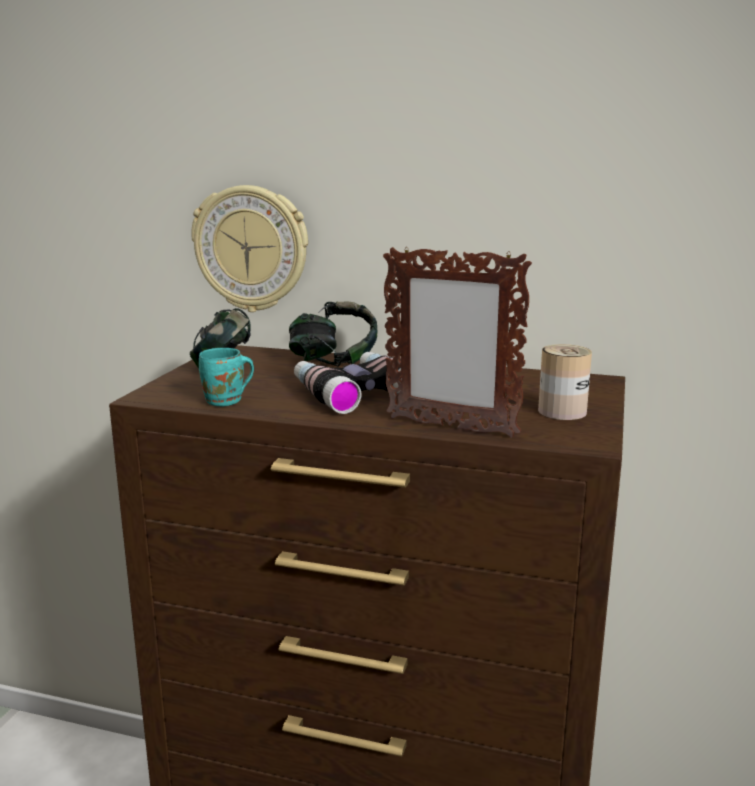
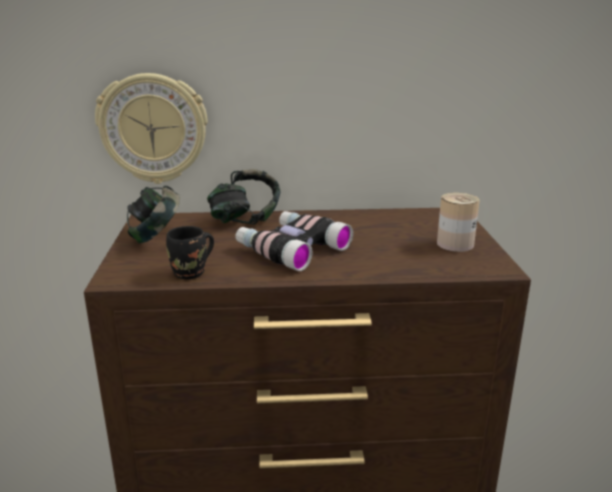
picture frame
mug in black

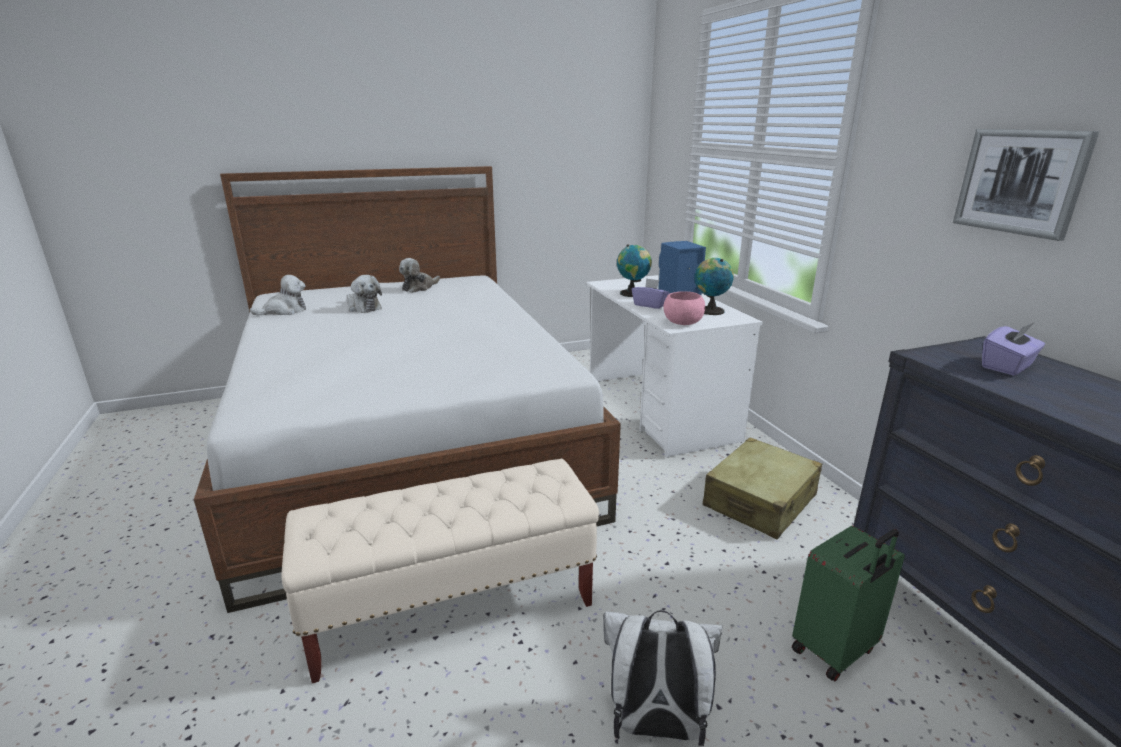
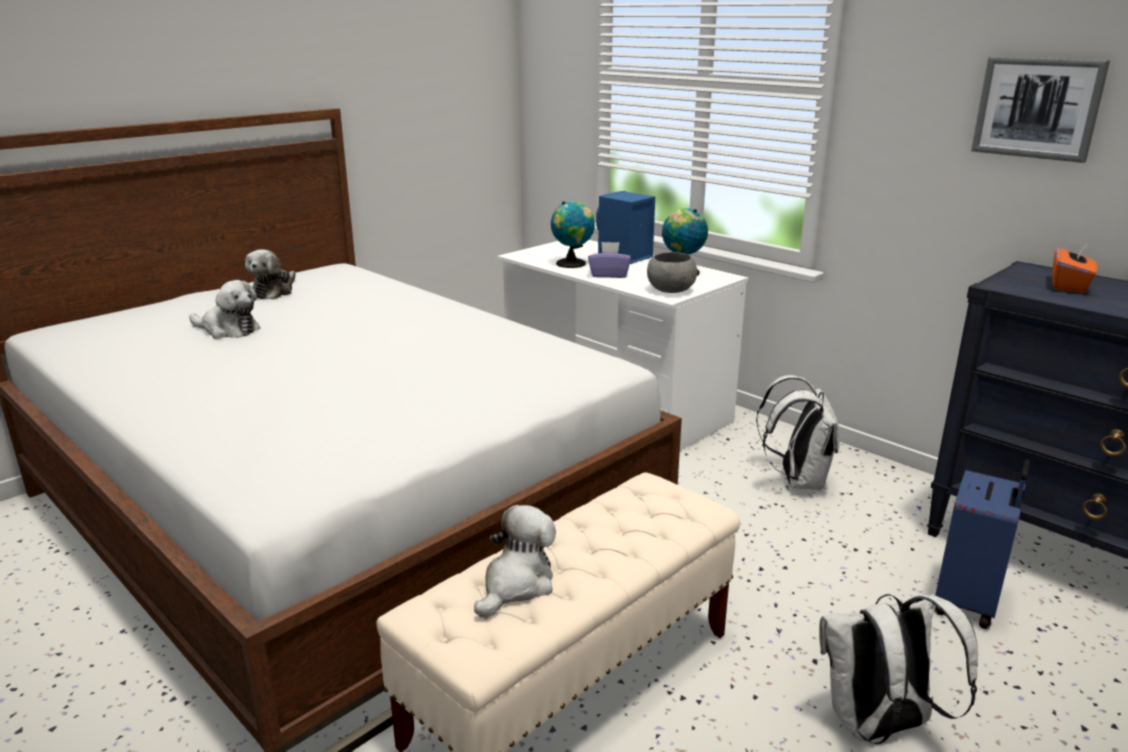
plush toy (3rd from left)
bowl in grey
tissue box in orange
backpack in white (1st from left)
suitcase in blue

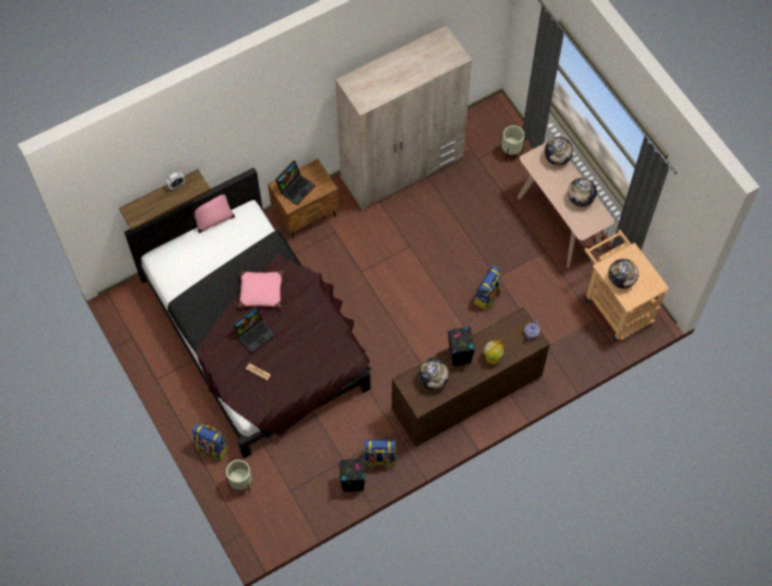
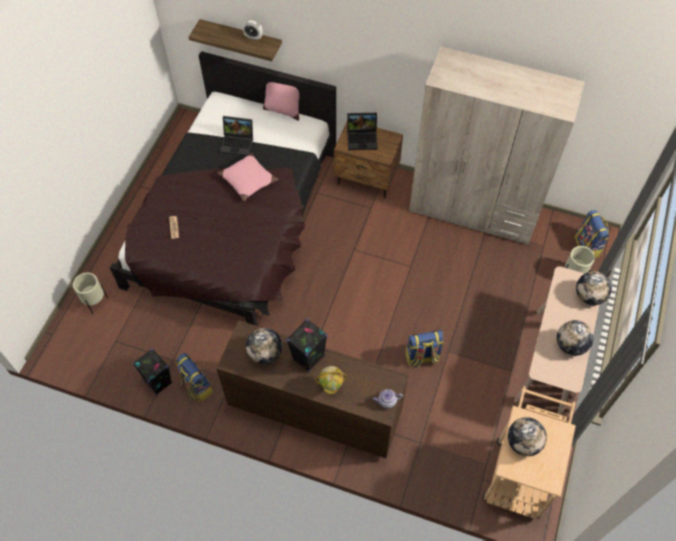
laptop (1st from left)
backpack (3rd from left)

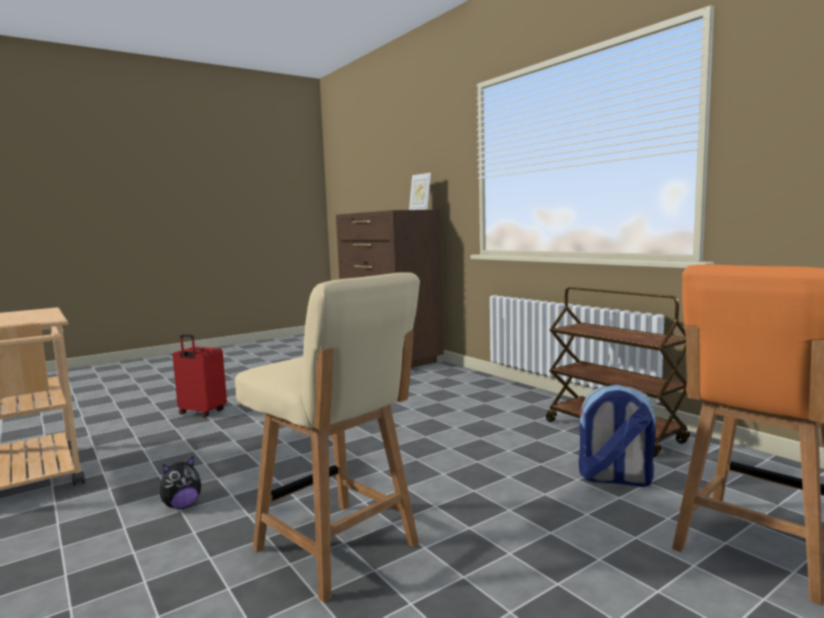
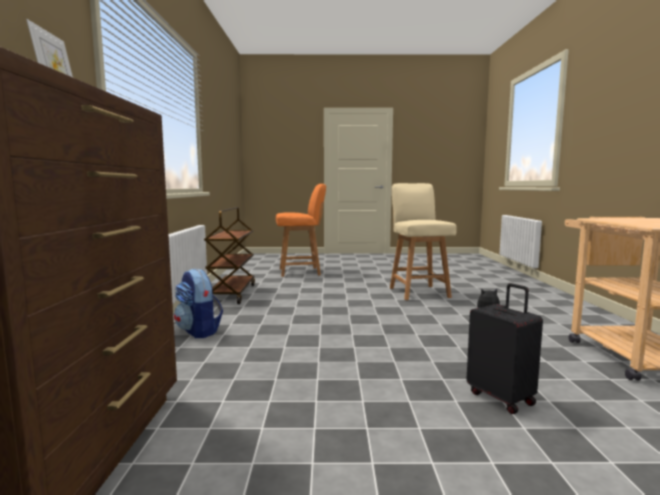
suitcase in black
backpack

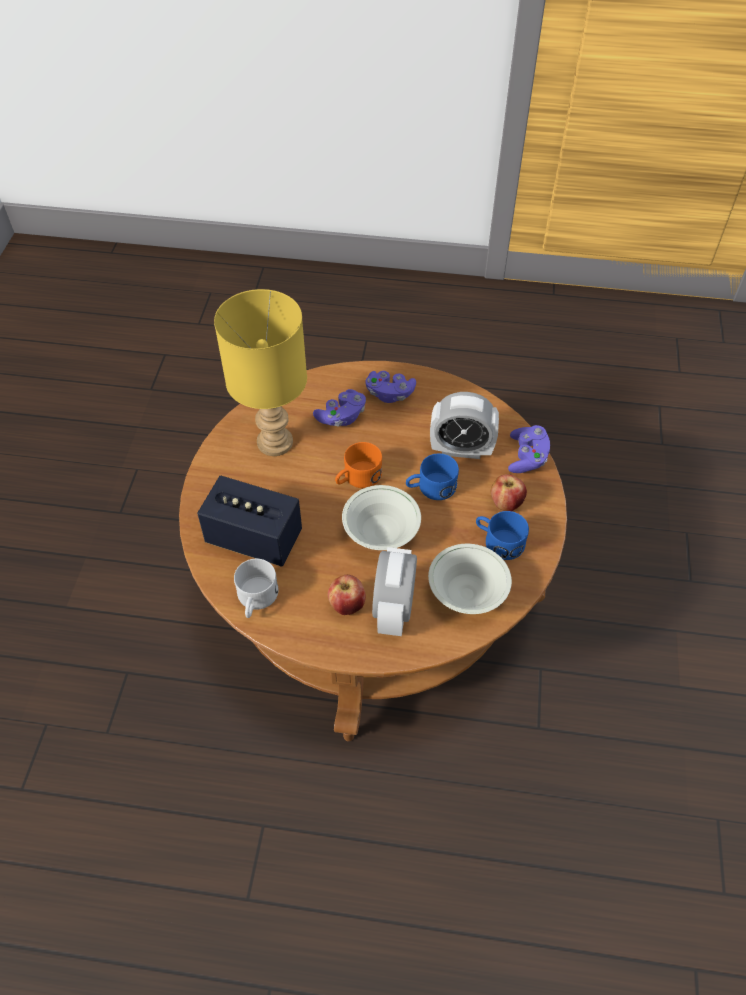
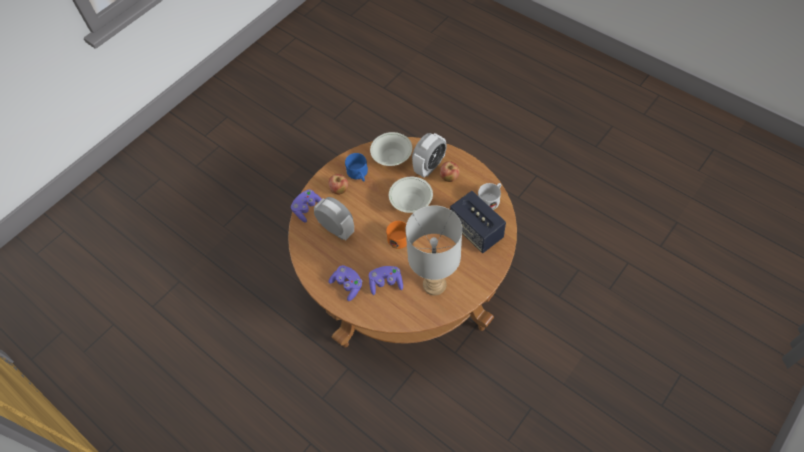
table lamp in grey
mug in blue (1st from left in the first image)

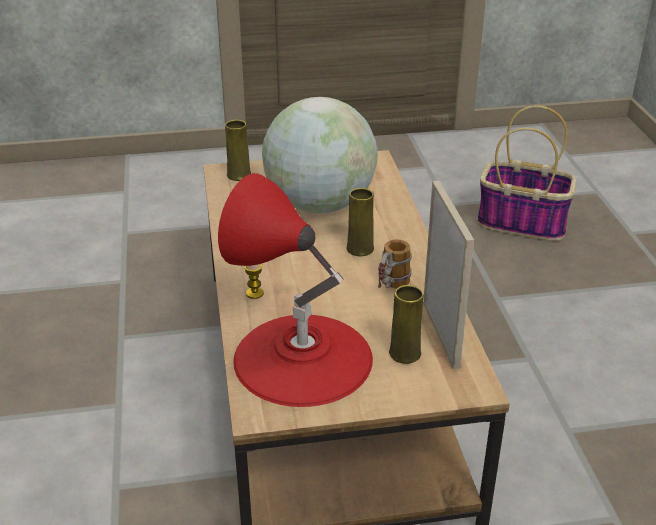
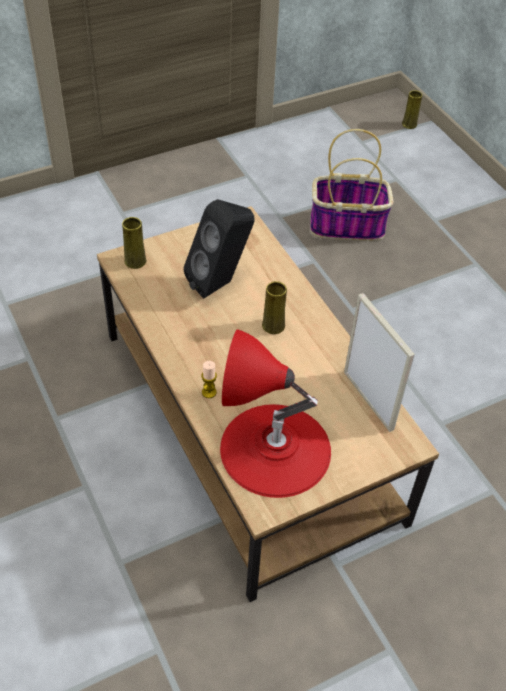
speaker in black
mug
vase in yellow (3rd from left)

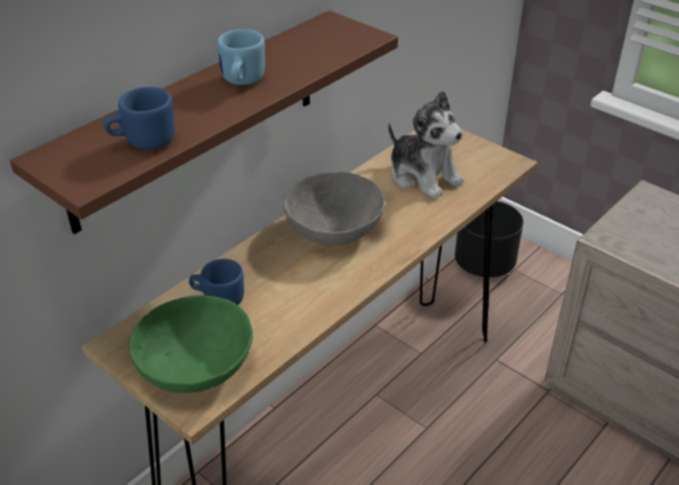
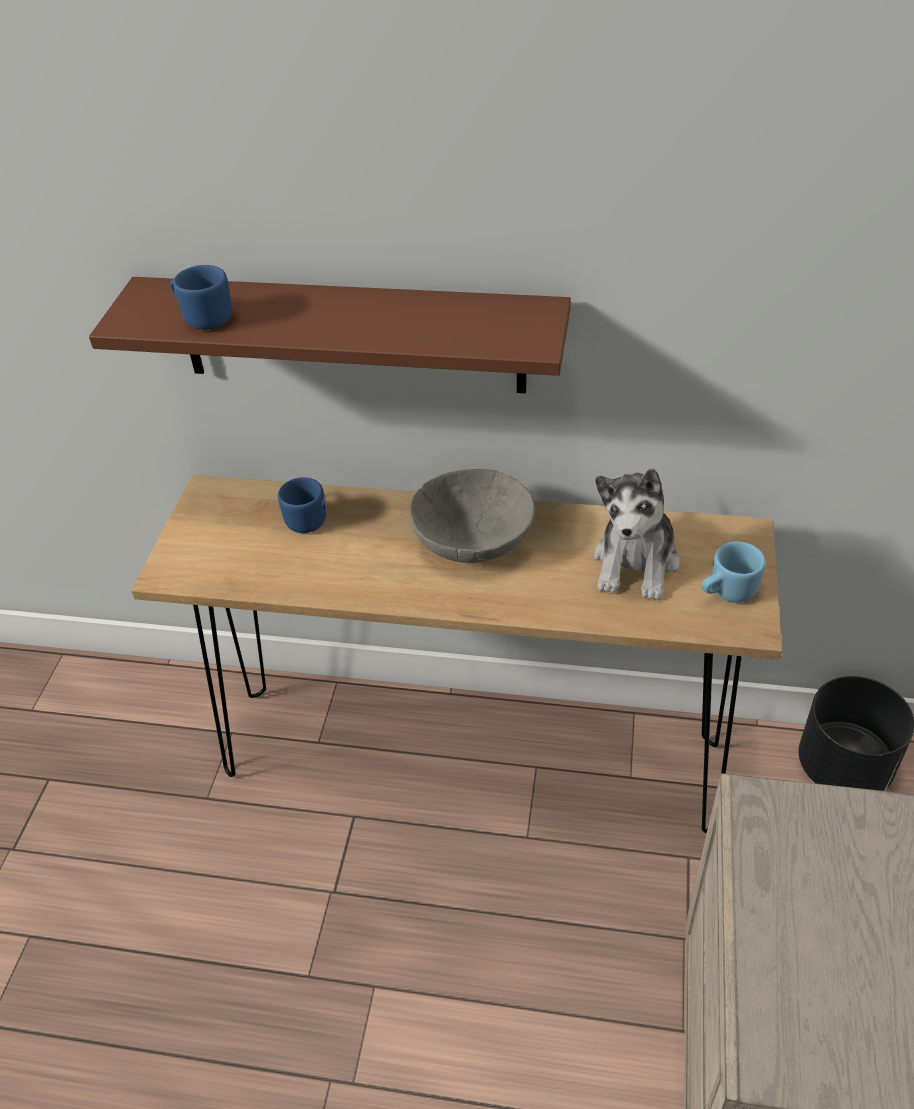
mug in blue (3rd from left)
bowl in green

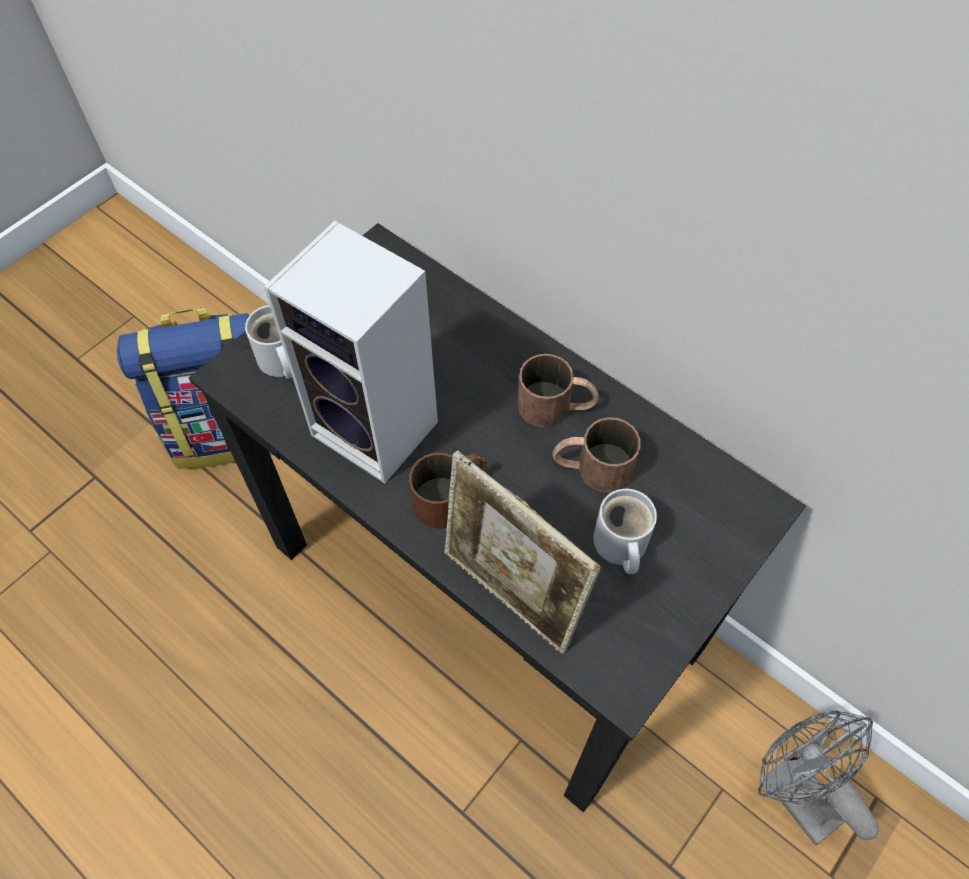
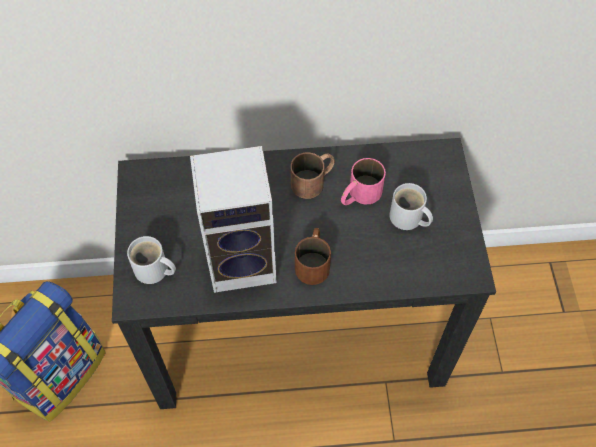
mug in pink
picture frame
fan in grey

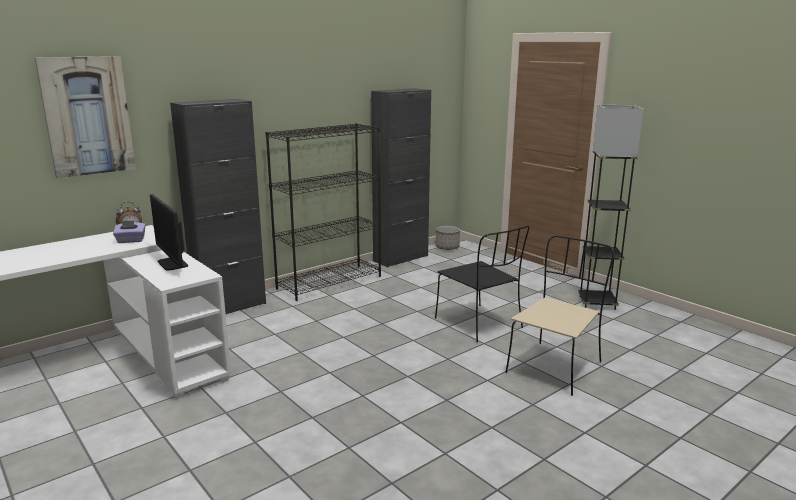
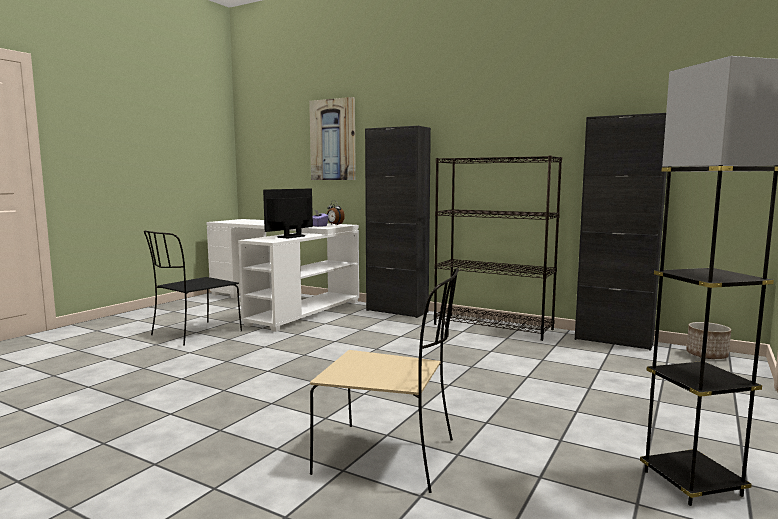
chair in black

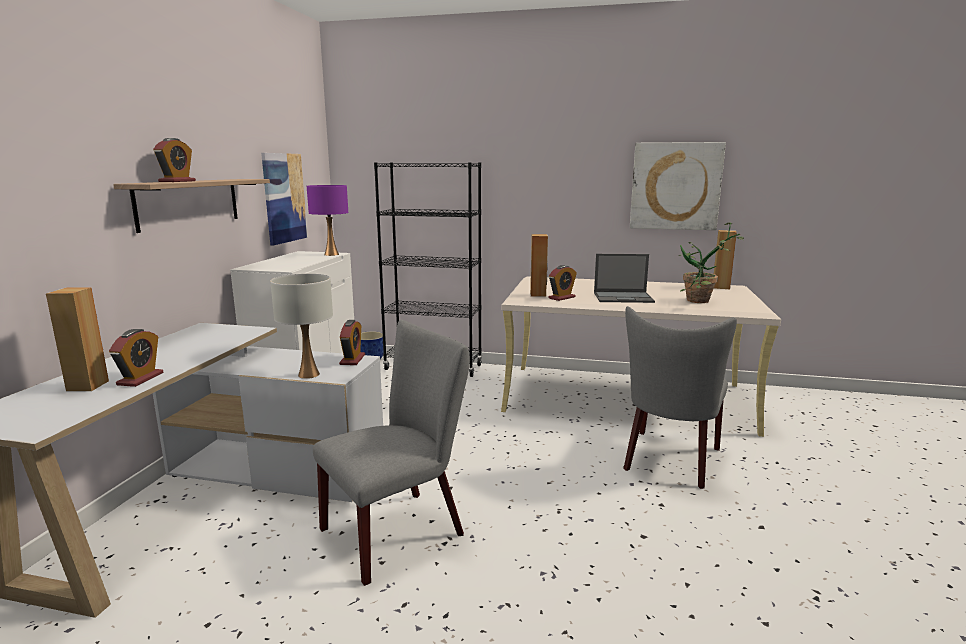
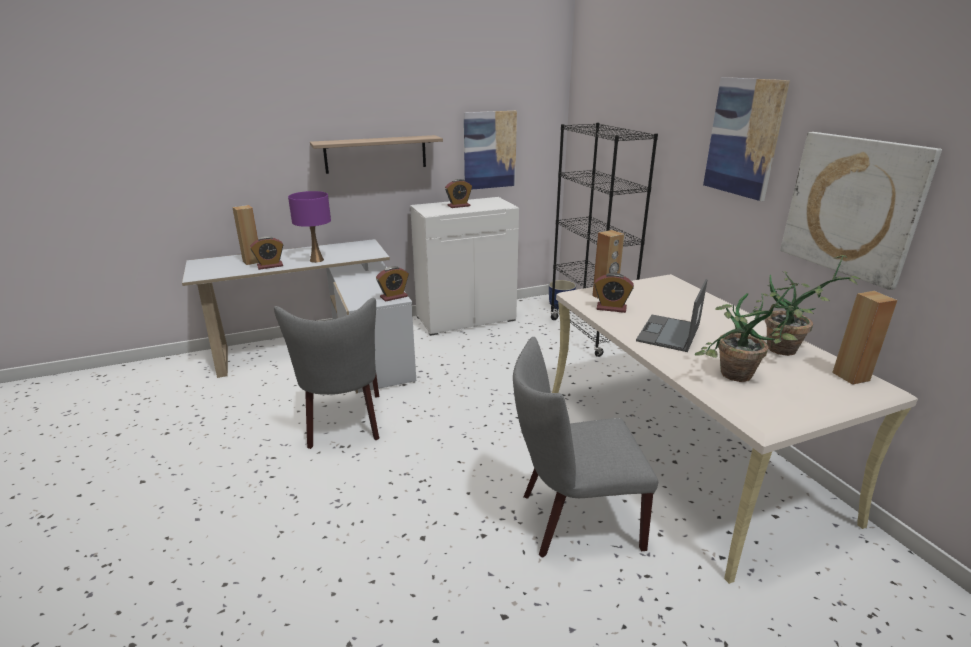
alarm clock (3rd from left)
table lamp in purple
laptop
table lamp in white
chair in grey (1st from left)
picture (2nd from left)
potted plant (2nd from left)

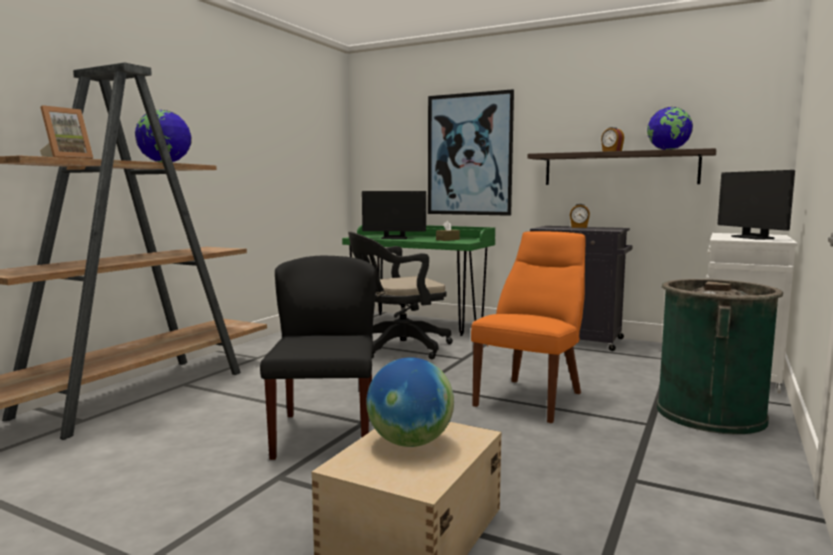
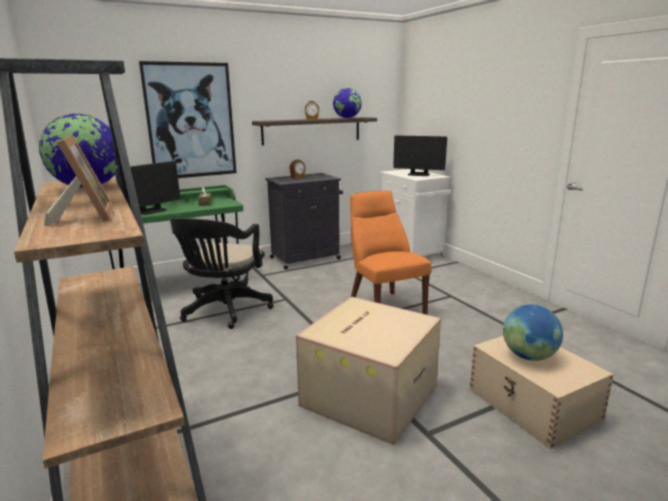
cardboard box
trash can in green

